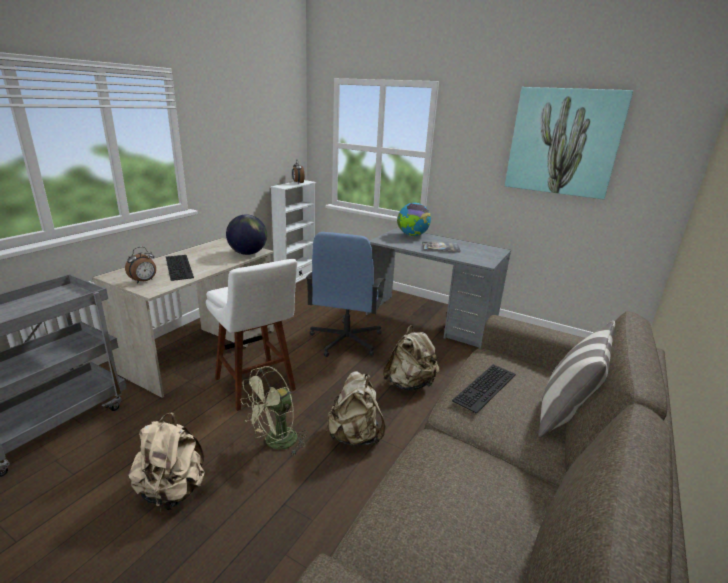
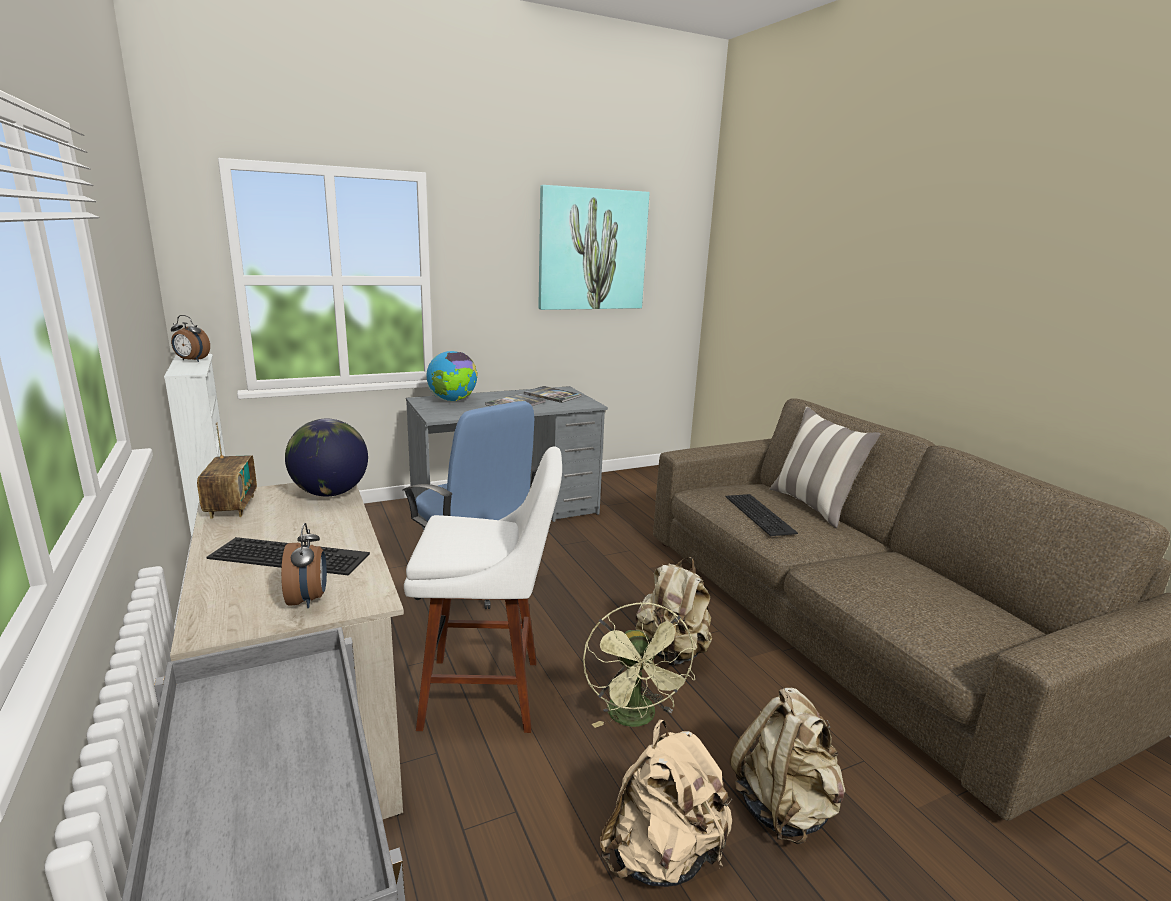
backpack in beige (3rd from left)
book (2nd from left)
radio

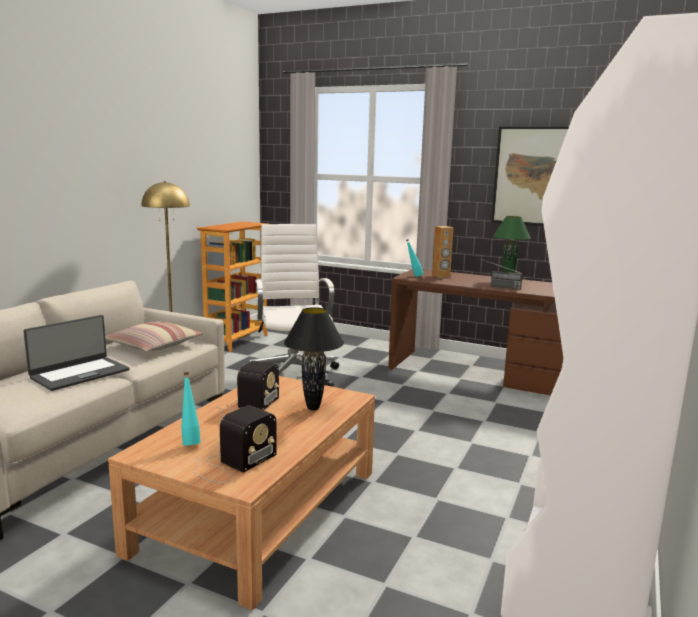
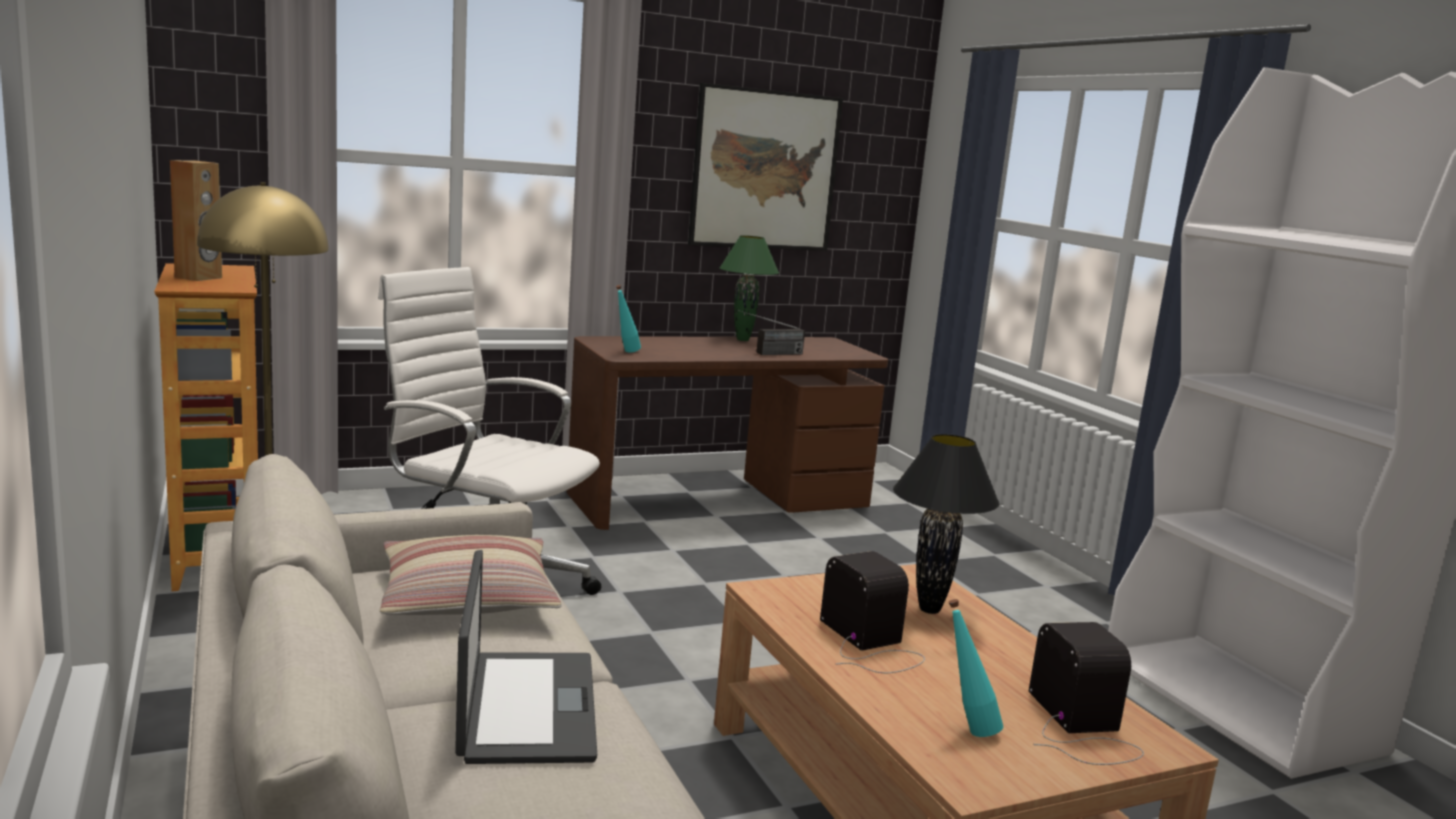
speaker in brown

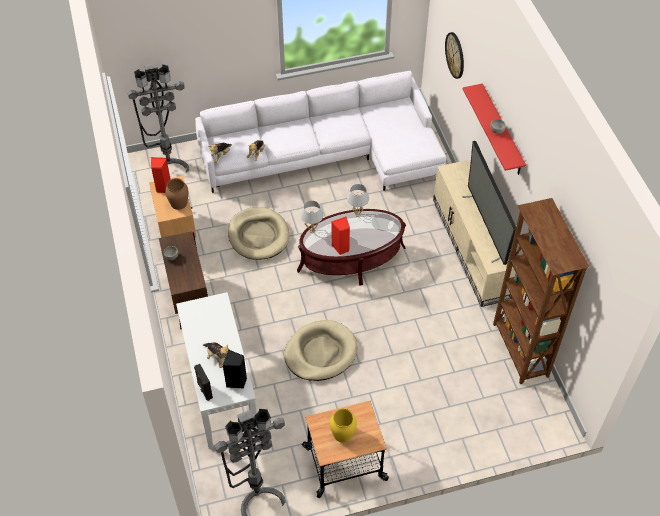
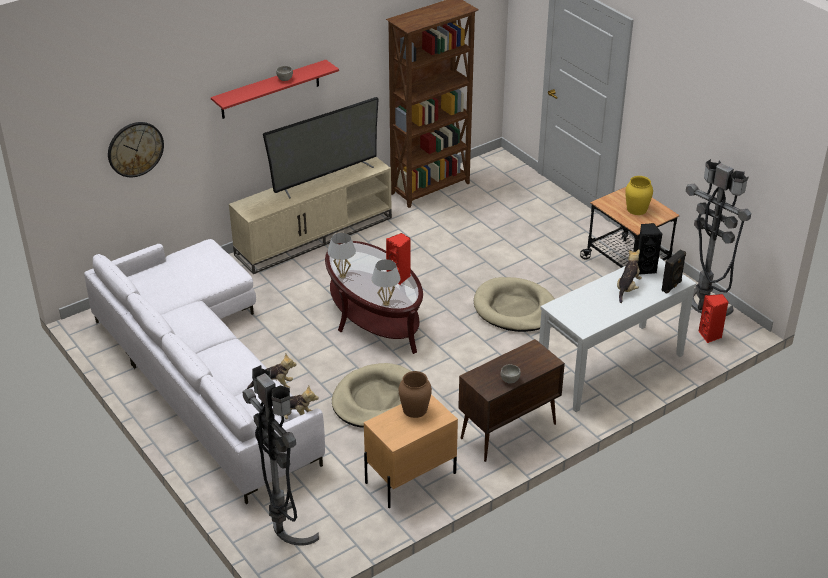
speaker in red (2nd from left)

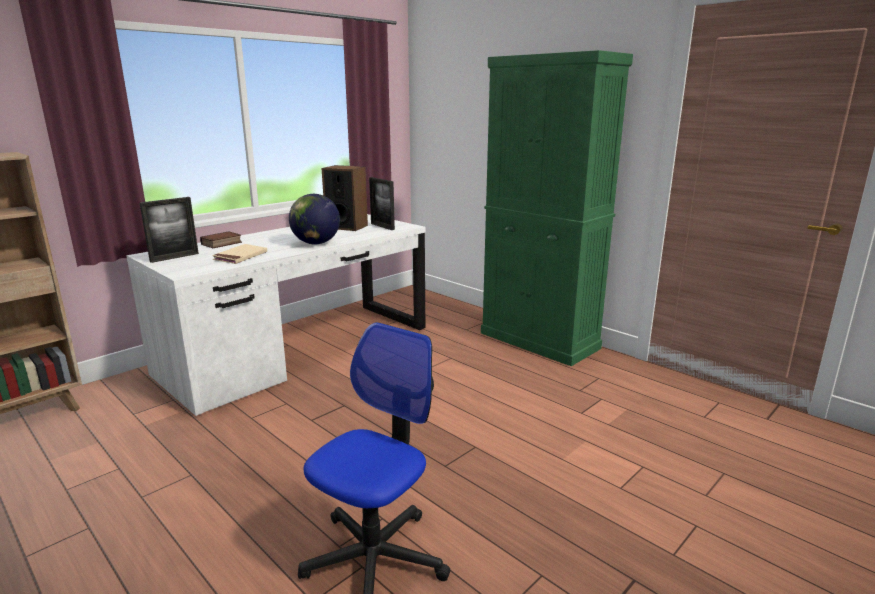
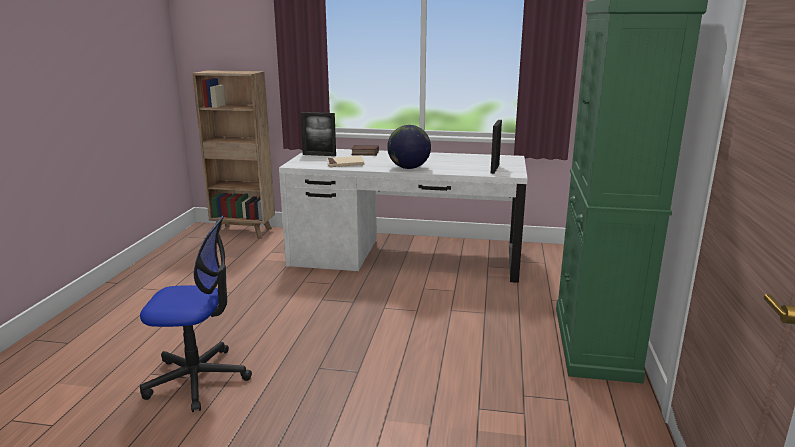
speaker

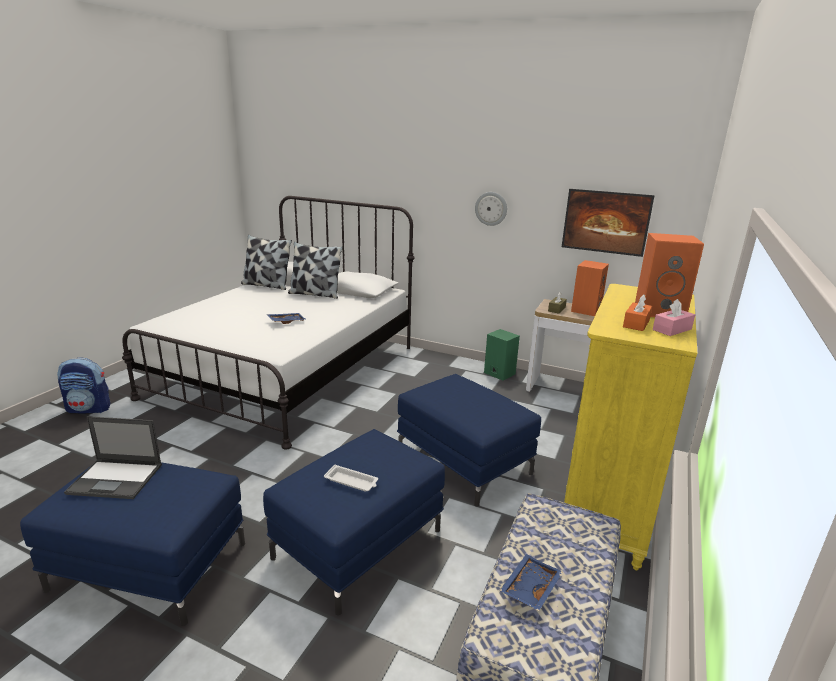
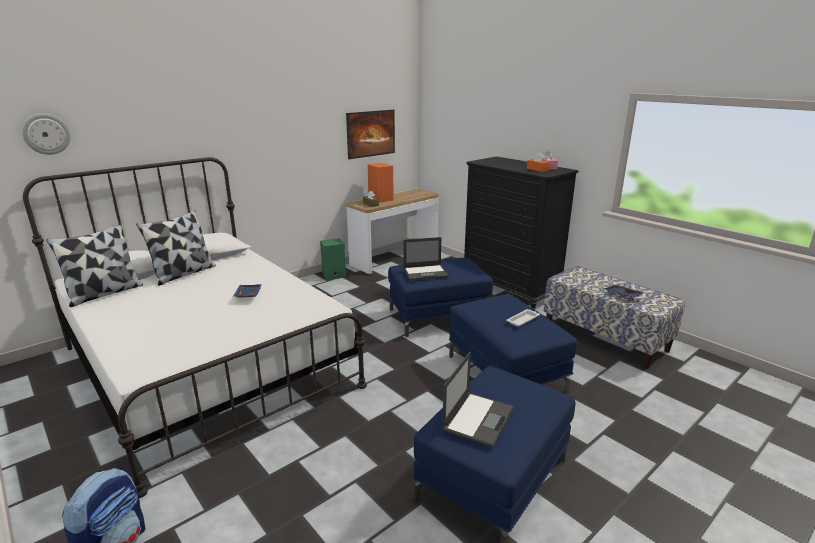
wall clock
speaker in orange (2nd from left in the first image)
dresser in black
laptop (1st from left)

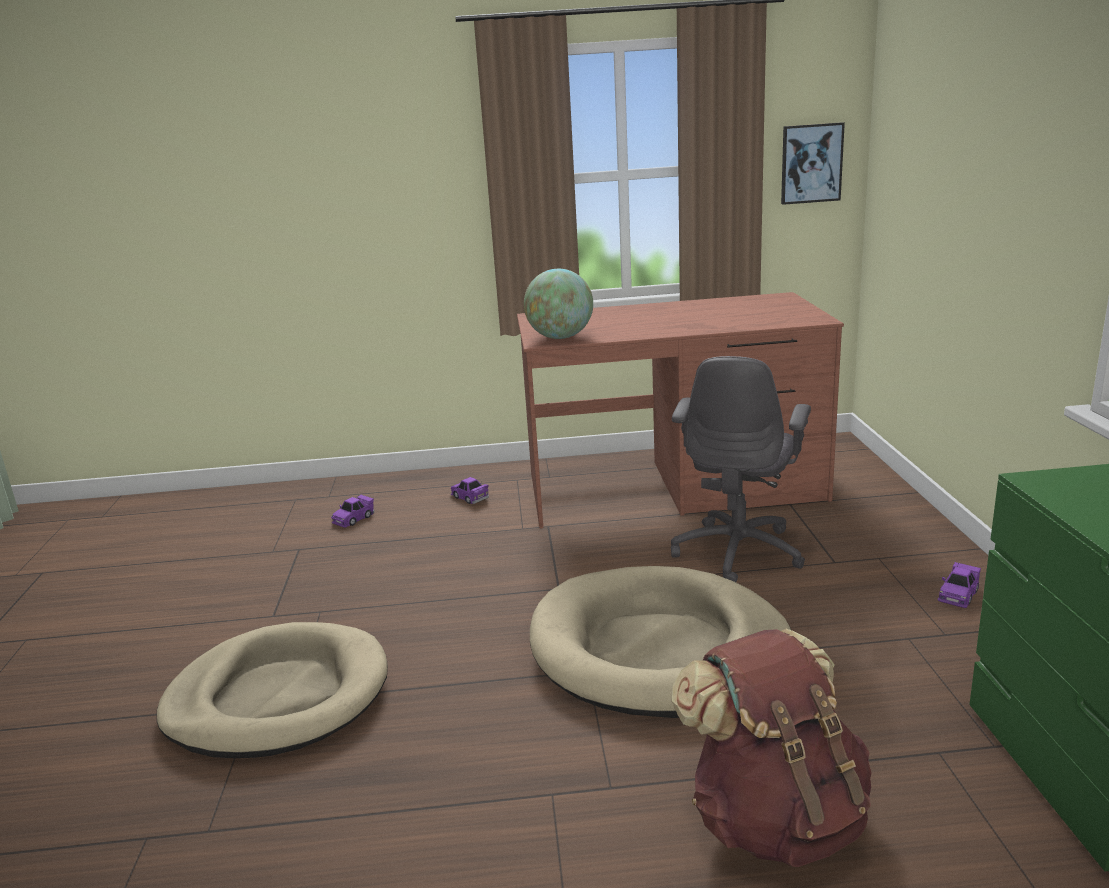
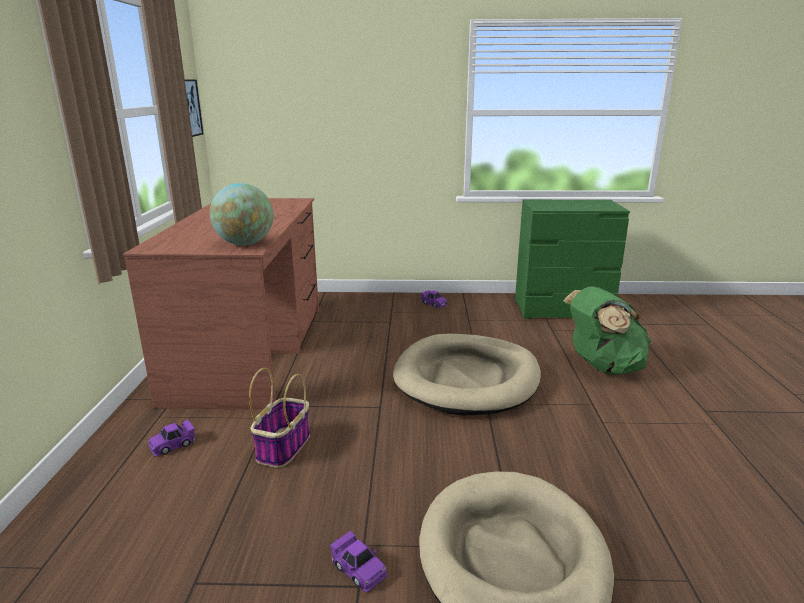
office chair in grey
toy car in purple (2nd from left)
backpack in green
basket

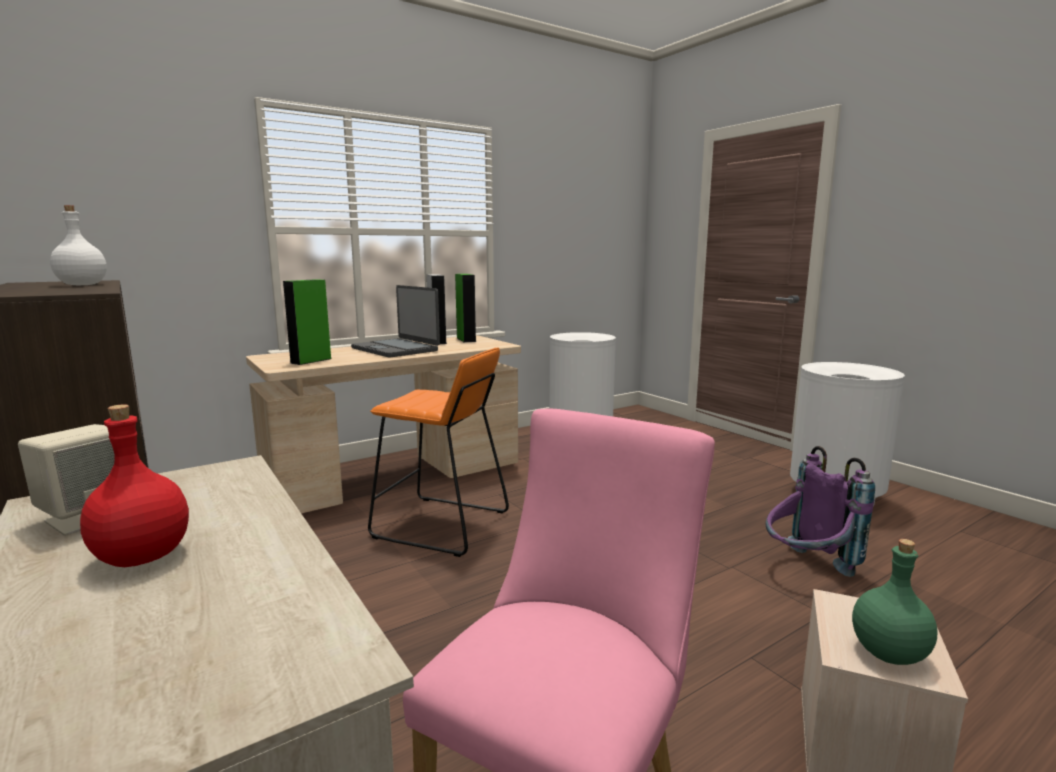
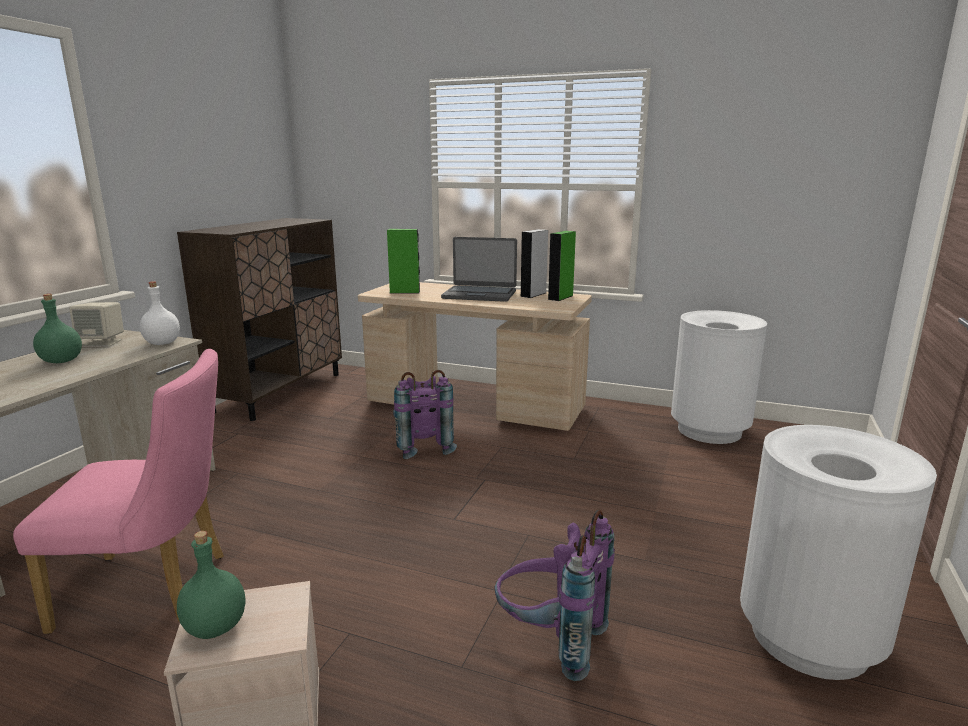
bottle in white
laptop
backpack in purple (1st from left)
bottle in green (1st from left)

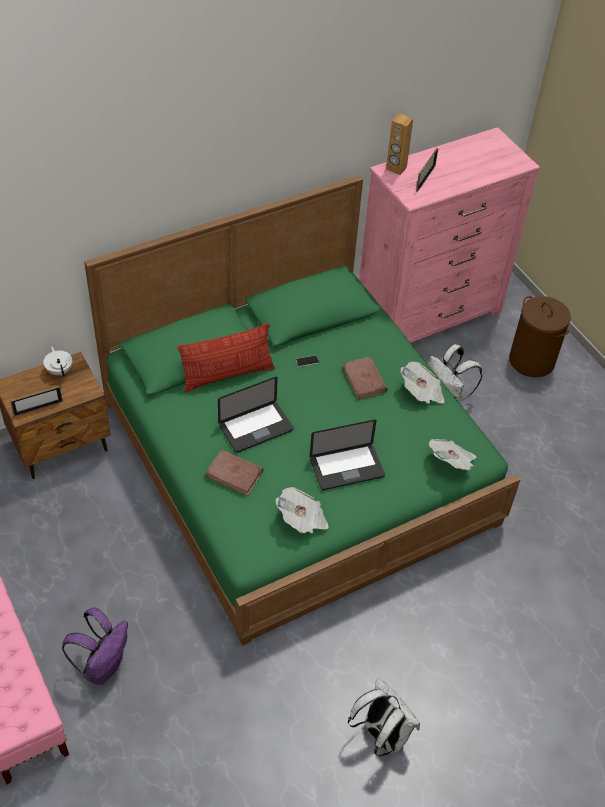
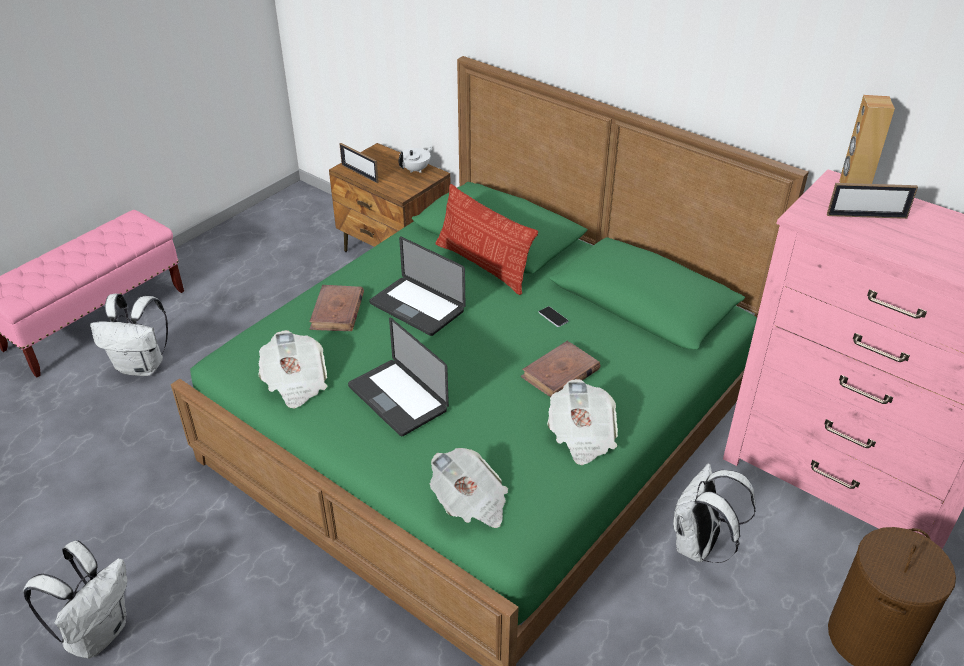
backpack in white (2nd from left)

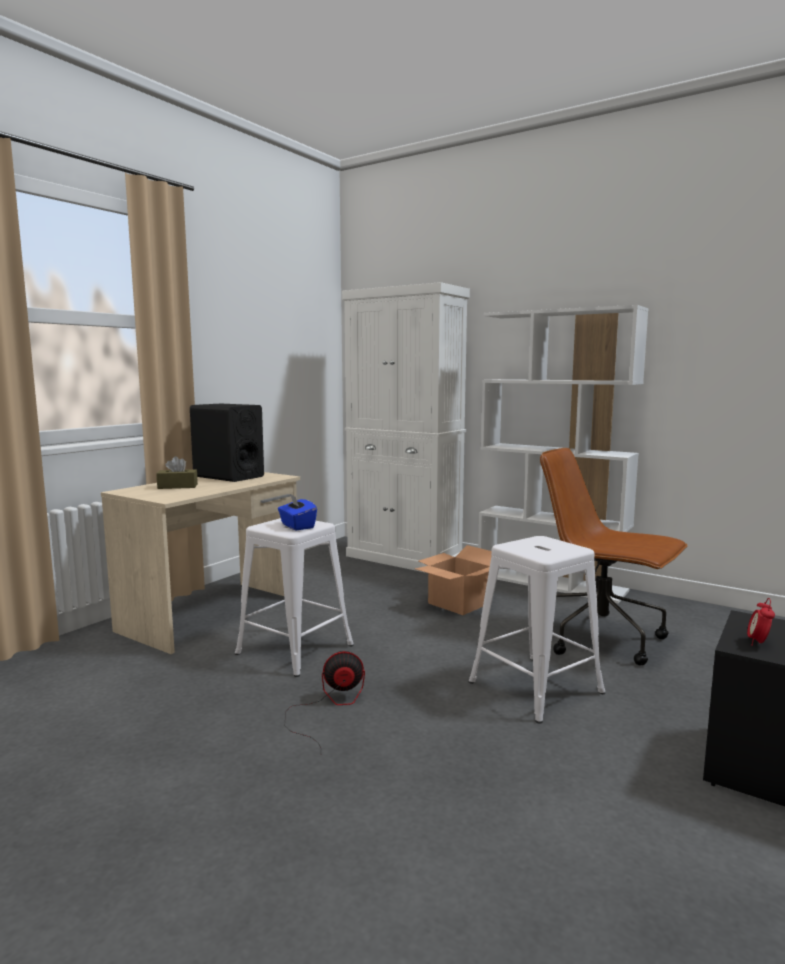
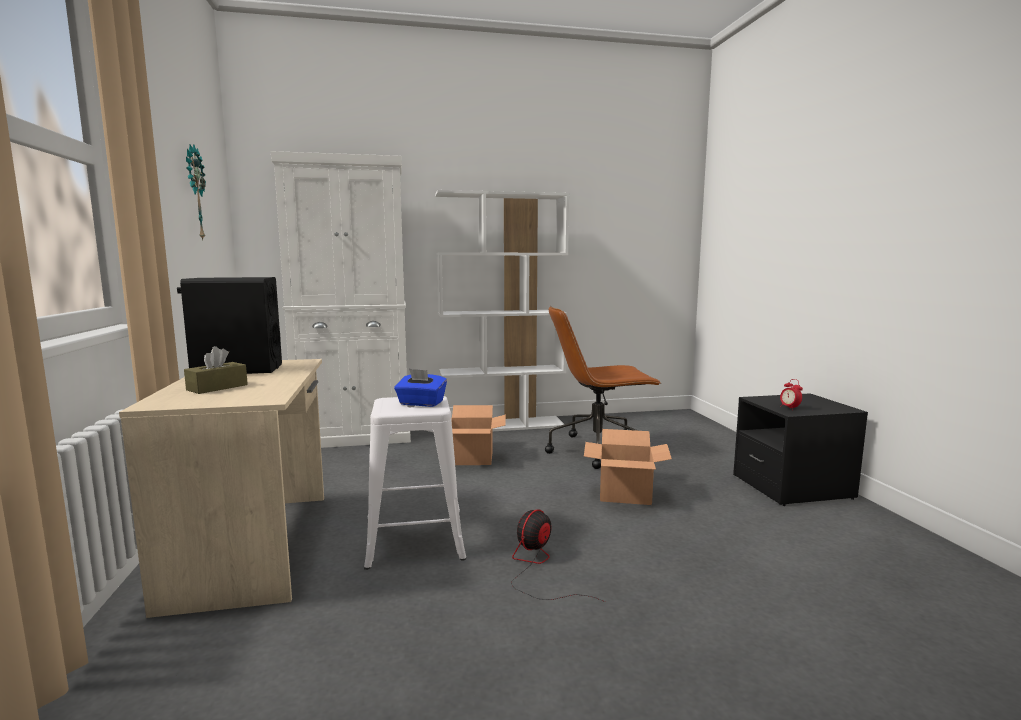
cardboard box (2nd from left)
wall clock

